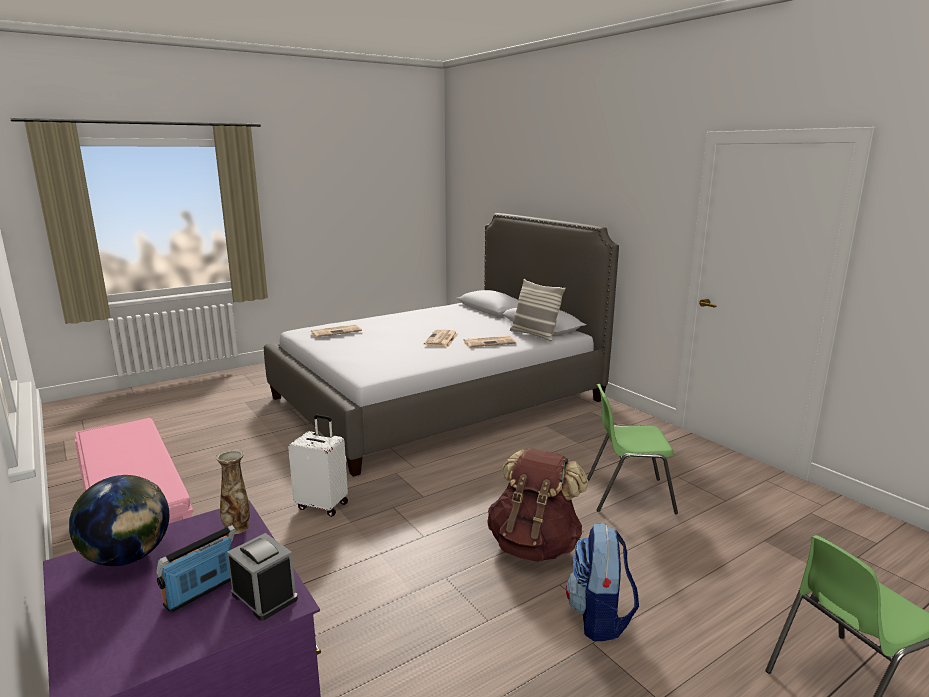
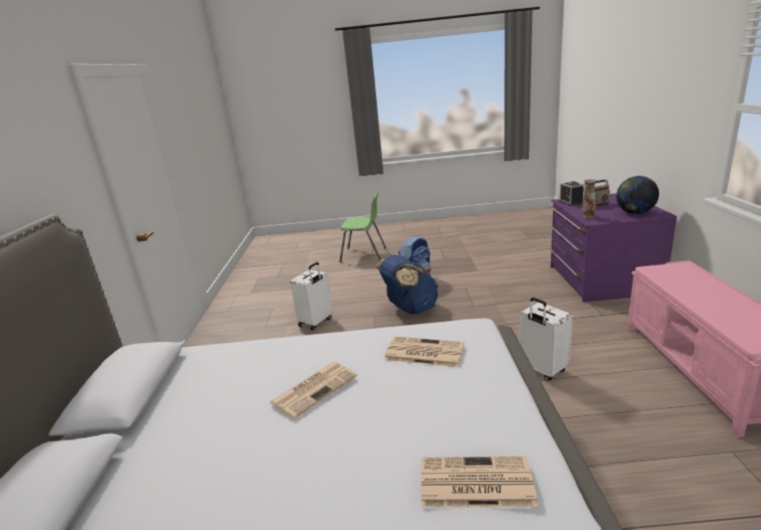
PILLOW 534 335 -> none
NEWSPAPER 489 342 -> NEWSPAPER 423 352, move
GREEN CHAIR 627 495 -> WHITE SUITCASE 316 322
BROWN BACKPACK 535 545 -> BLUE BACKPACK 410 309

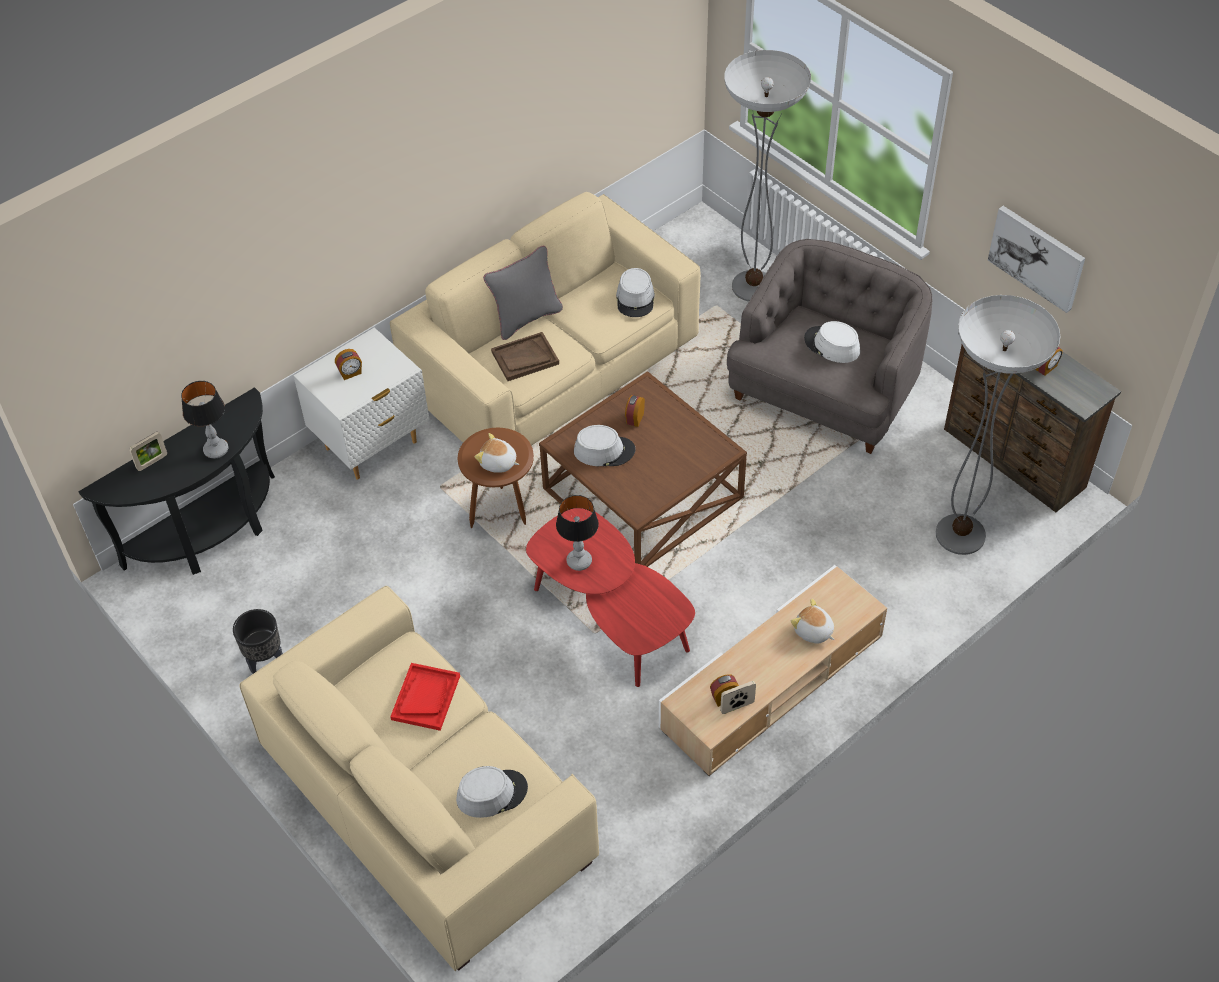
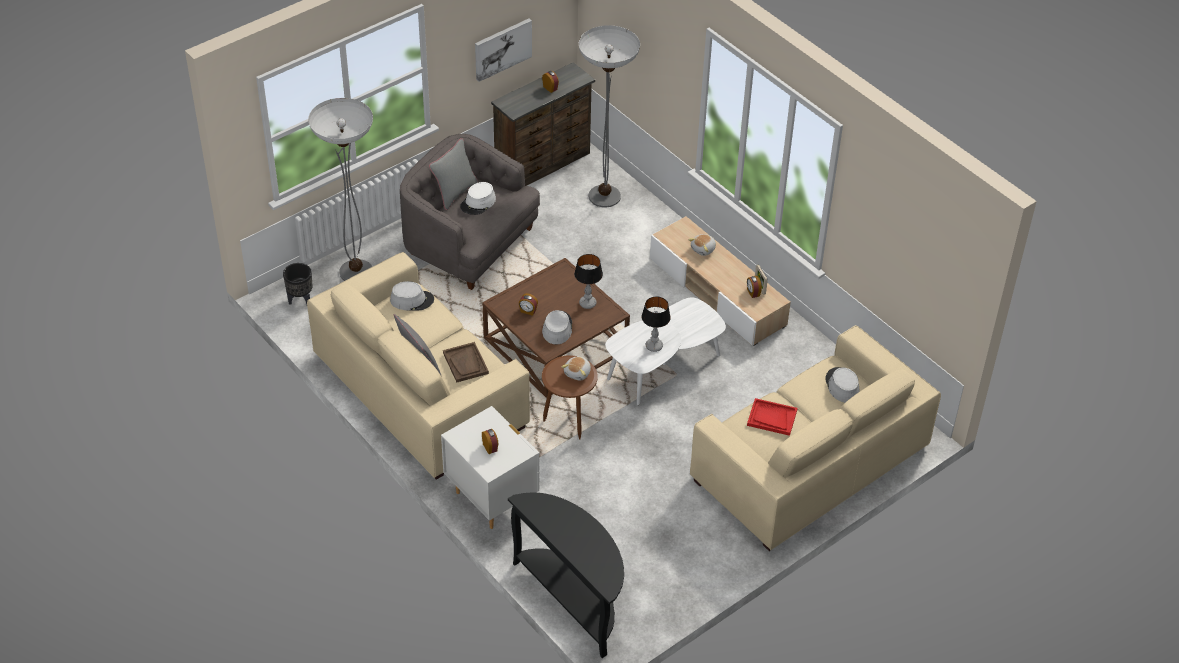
TABLE LAMP 216 449 -> TABLE LAMP 587 303, move
PICTURE FRAME 152 462 -> none
RED COFFEE TABLE 610 617 -> WHITE COFFEE TABLE 663 366
BLACK PLANTER 265 660 -> BLACK PLANTER 301 301, move
none -> GREY PILLOW 454 193

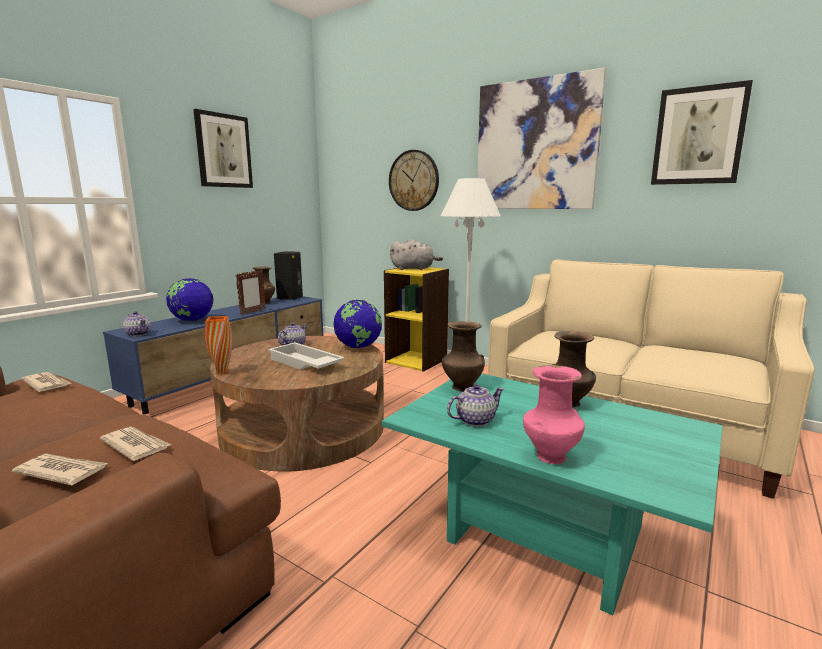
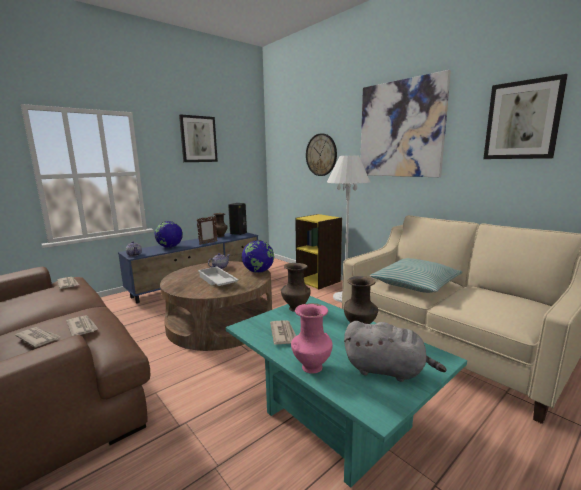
GREY PLUSH TOY 414 269 -> GREY PLUSH TOY 387 370, move
ORANGE VASE 222 372 -> none
TEAPOT 474 420 -> NEWSPAPER 283 334
none -> PILLOW 415 284

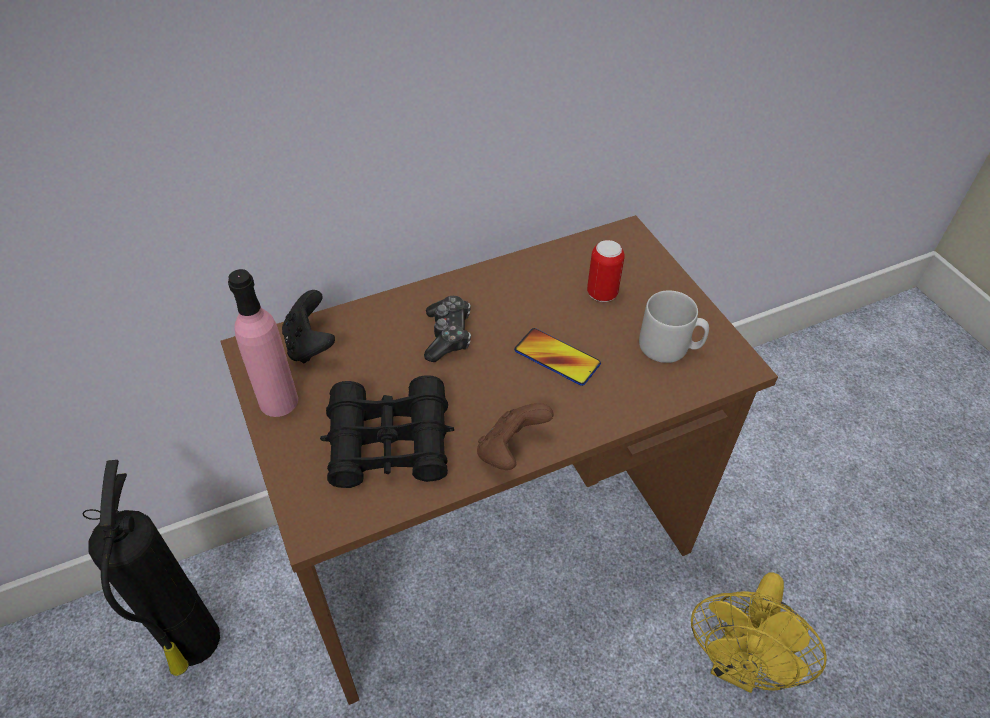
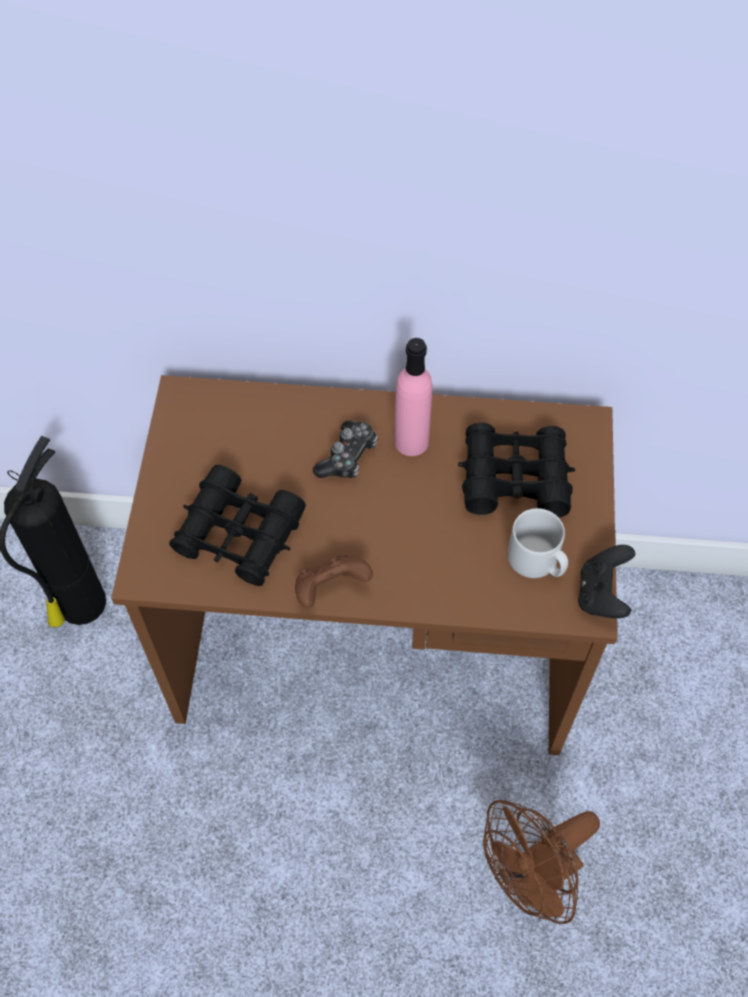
CAN 602 293 -> BLACK BINOCULARS 514 478
PINK BOTTLE 278 401 -> PINK BOTTLE 411 441, move
BLACK GAME CONTROLLER 310 345 -> BLACK GAME CONTROLLER 602 594, move
PHONE 557 358 -> none
YELLOW FAN 737 665 -> BROWN FAN 531 877

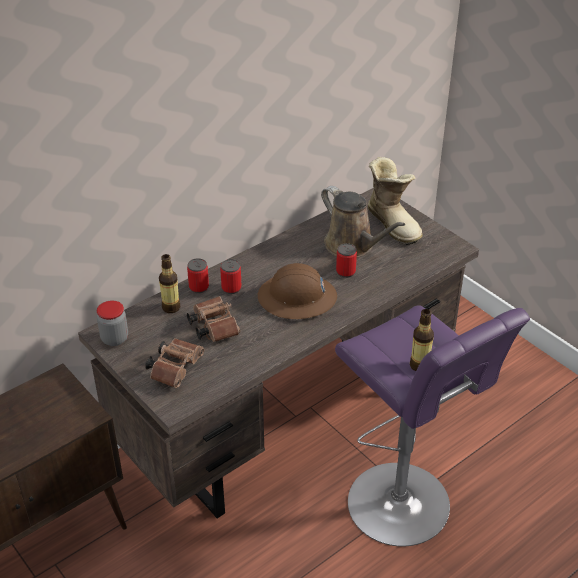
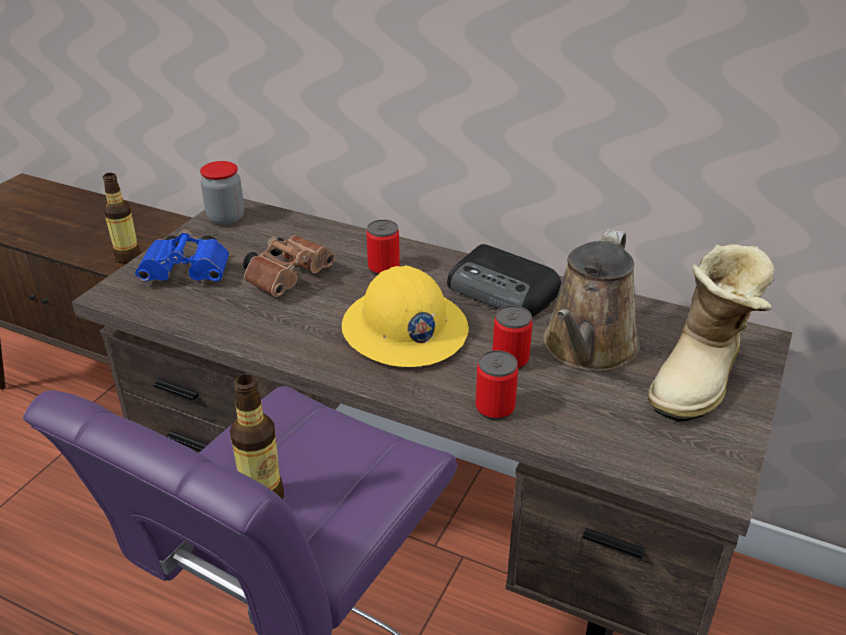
BOTTLE 171 307 -> BOTTLE 128 257, move
CAN 199 287 -> CAN 495 408, move
BROWN HARD HAT 297 298 -> YELLOW HARD HAT 404 330
BROWN BINOCULARS 176 368 -> BLUE BINOCULARS 189 274
none -> RADIO 504 290

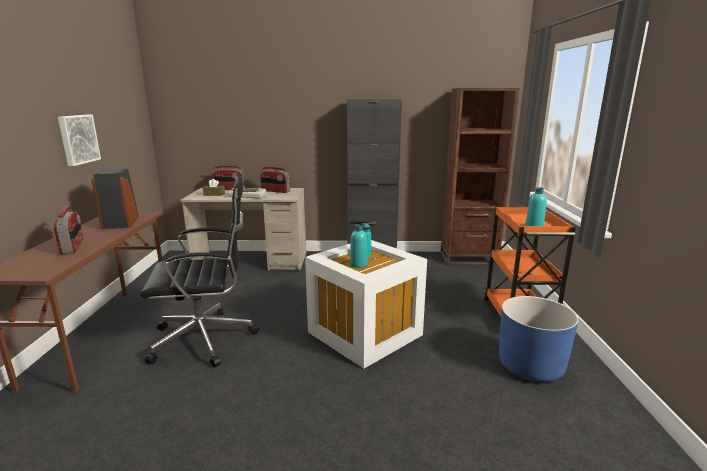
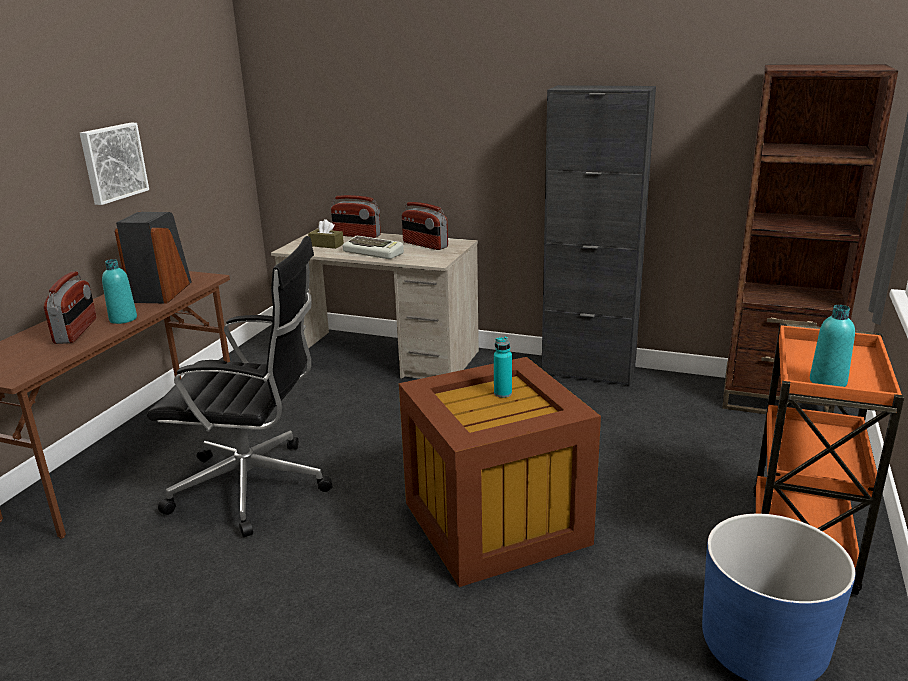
TURQUOISE BOTTLE 358 264 -> TURQUOISE BOTTLE 123 319, move
WHITE STORAGE BOX 367 333 -> BROWN STORAGE BOX 498 523

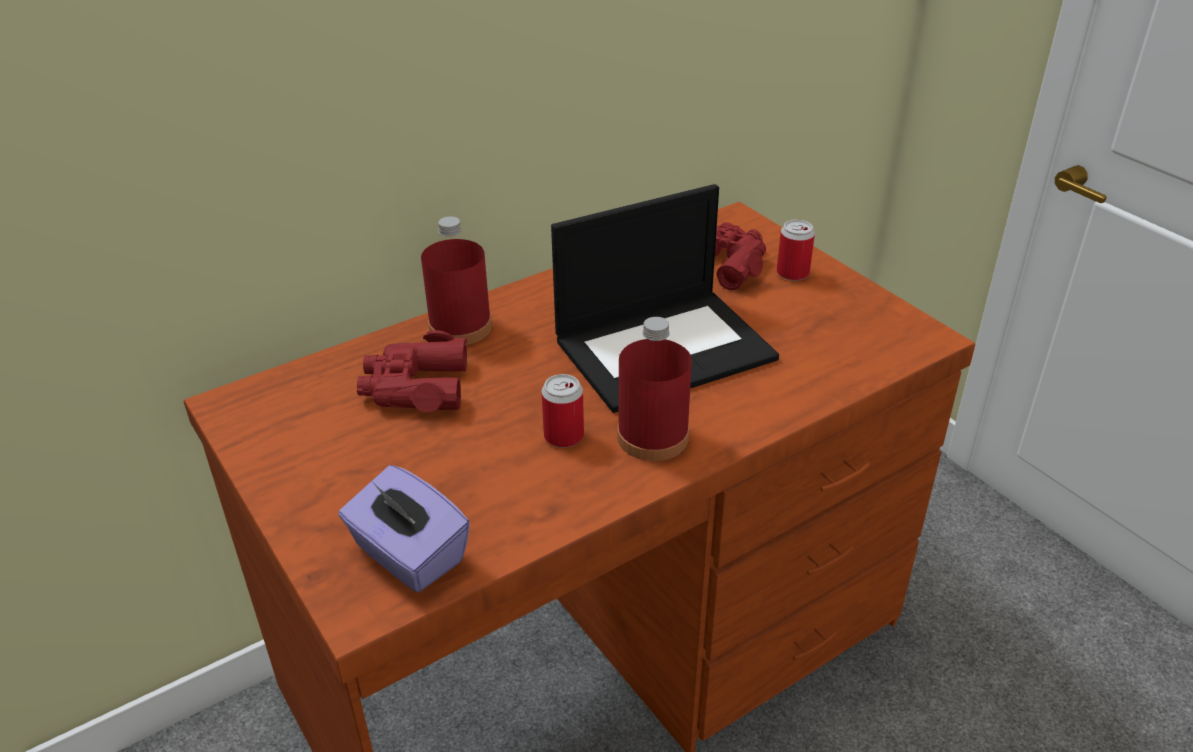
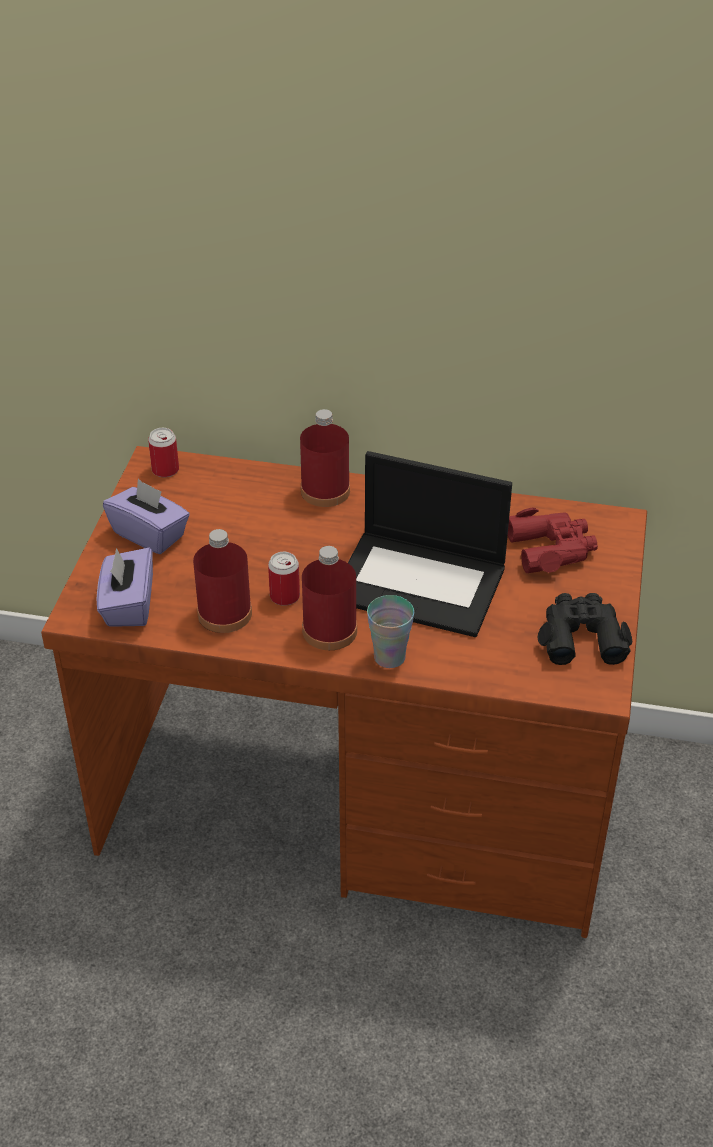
CAN 792 273 -> CAN 165 470, move
RED BINOCULARS 415 387 -> none
none -> PURPLE TISSUE BOX 149 534
none -> RED BOTTLE 224 613
none -> BLACK BINOCULARS 581 636
none -> CUP 389 657

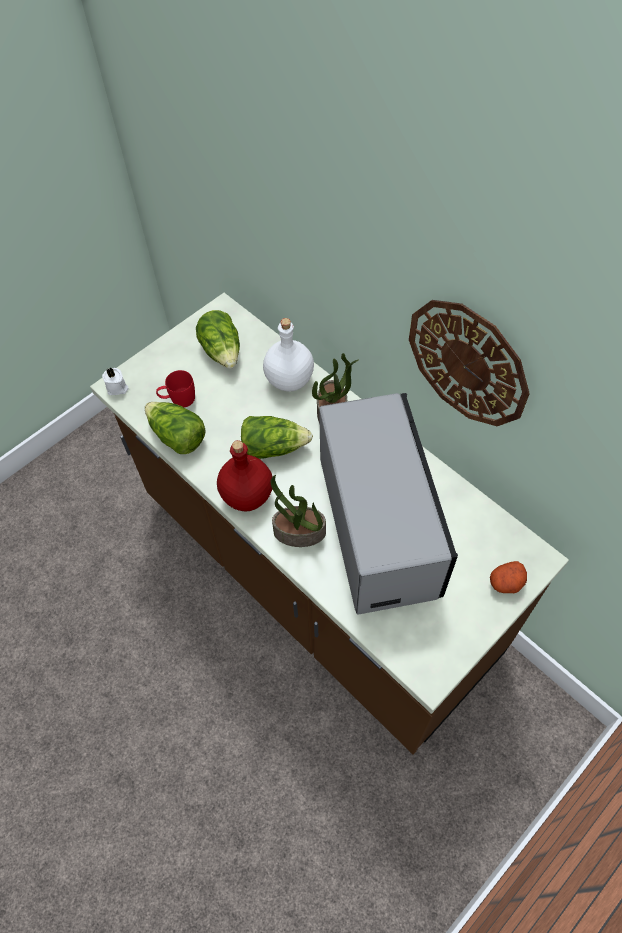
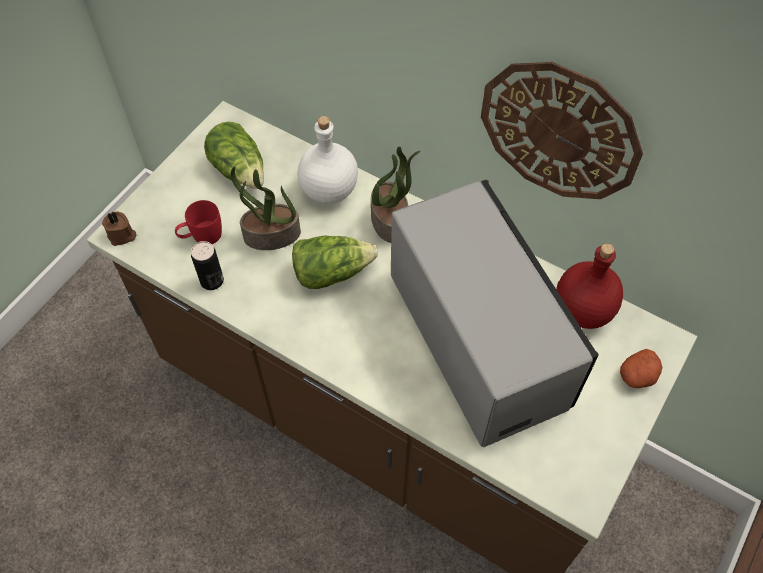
WHITE CANDLE 117 388 -> BROWN CANDLE 122 236
LETTUCE 177 436 -> CAN 212 281
RED BOTTLE 246 496 -> RED BOTTLE 581 311, move
POTTED PLANT 299 533 -> POTTED PLANT 271 236, move

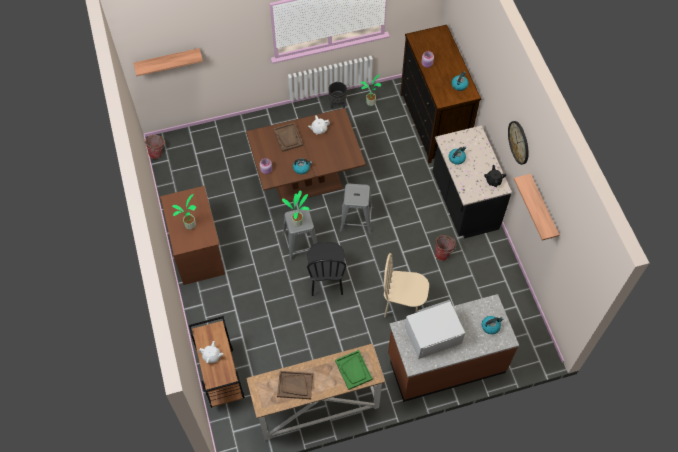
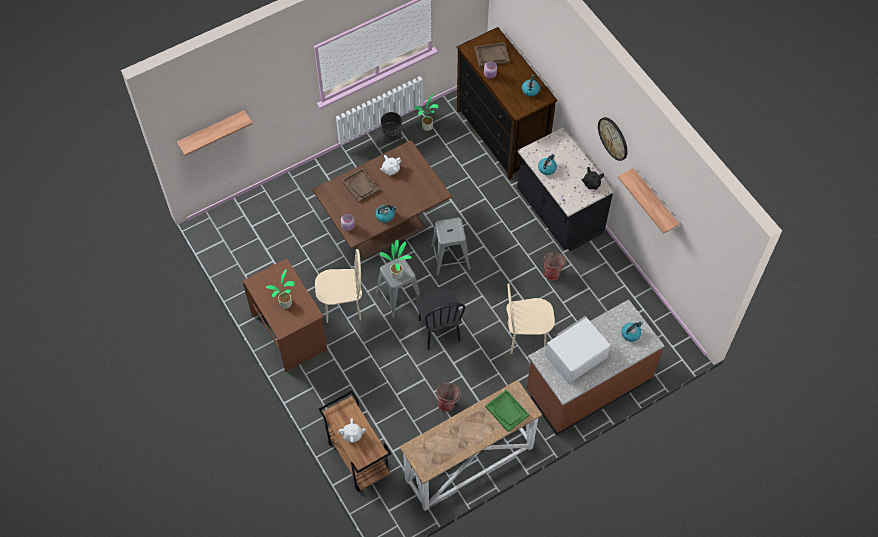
BUCKET 158 153 -> BUCKET 448 402, move
BROWN TRAY 295 385 -> BROWN TRAY 491 55, move
none -> BEIGE CHAIR 343 307

